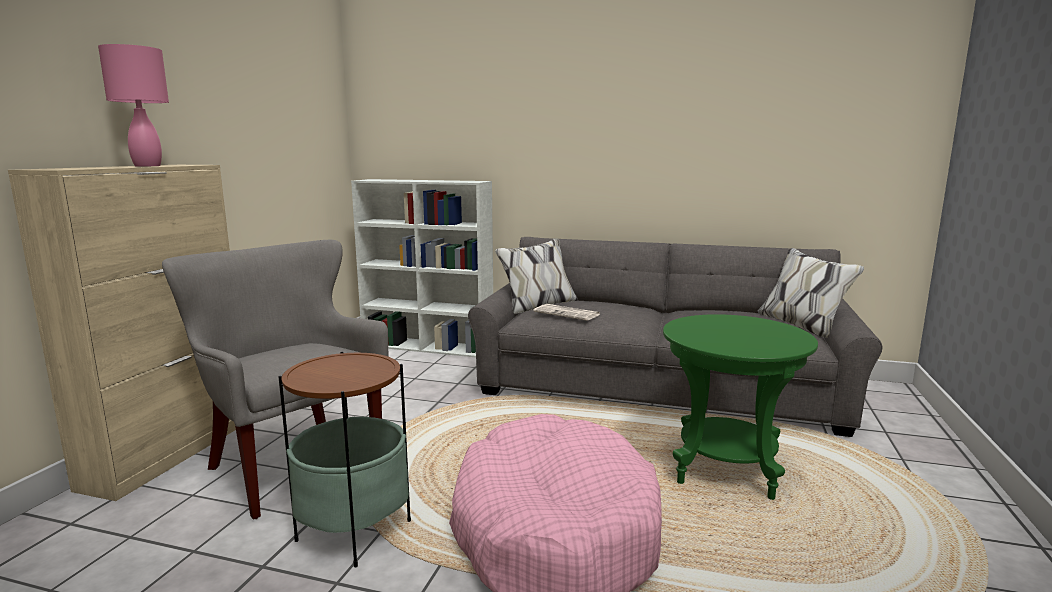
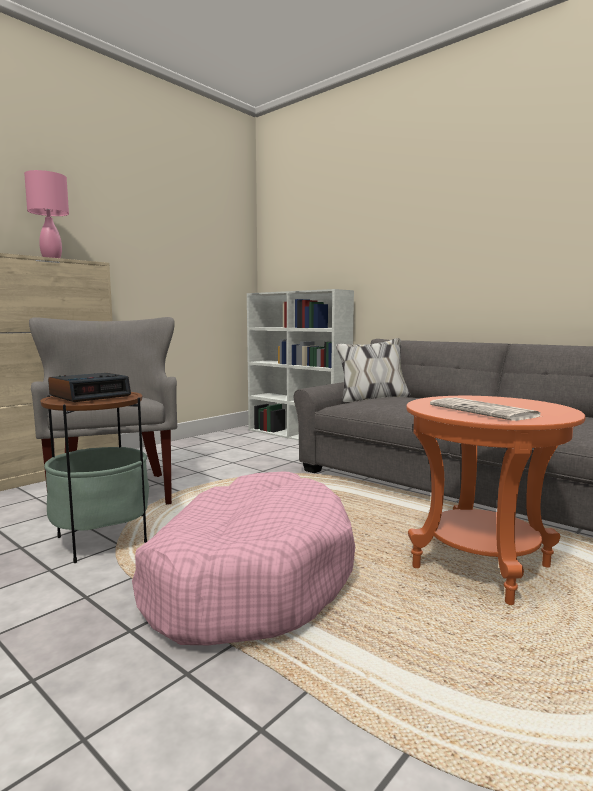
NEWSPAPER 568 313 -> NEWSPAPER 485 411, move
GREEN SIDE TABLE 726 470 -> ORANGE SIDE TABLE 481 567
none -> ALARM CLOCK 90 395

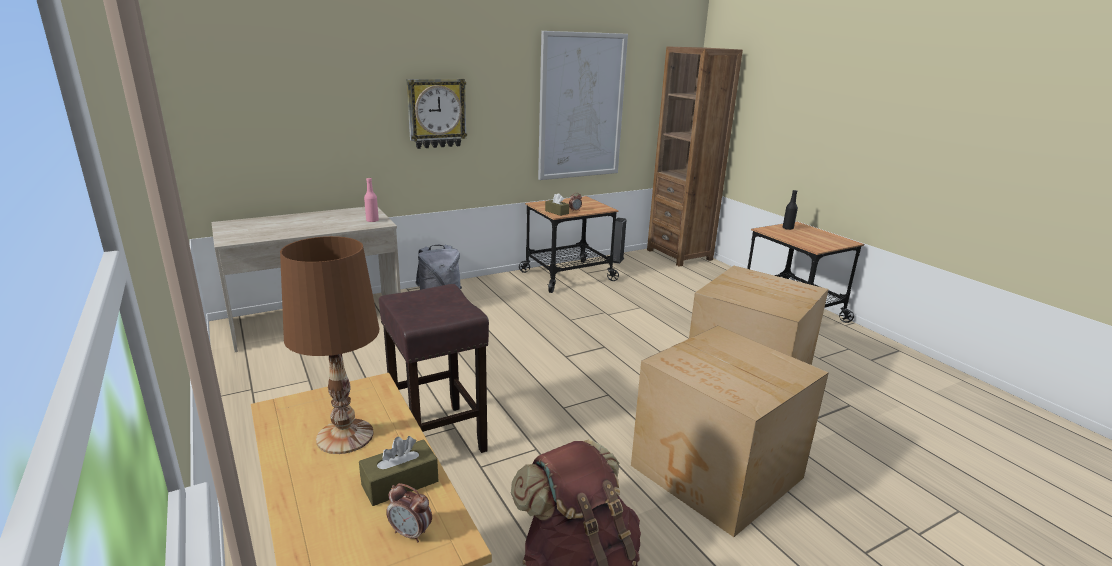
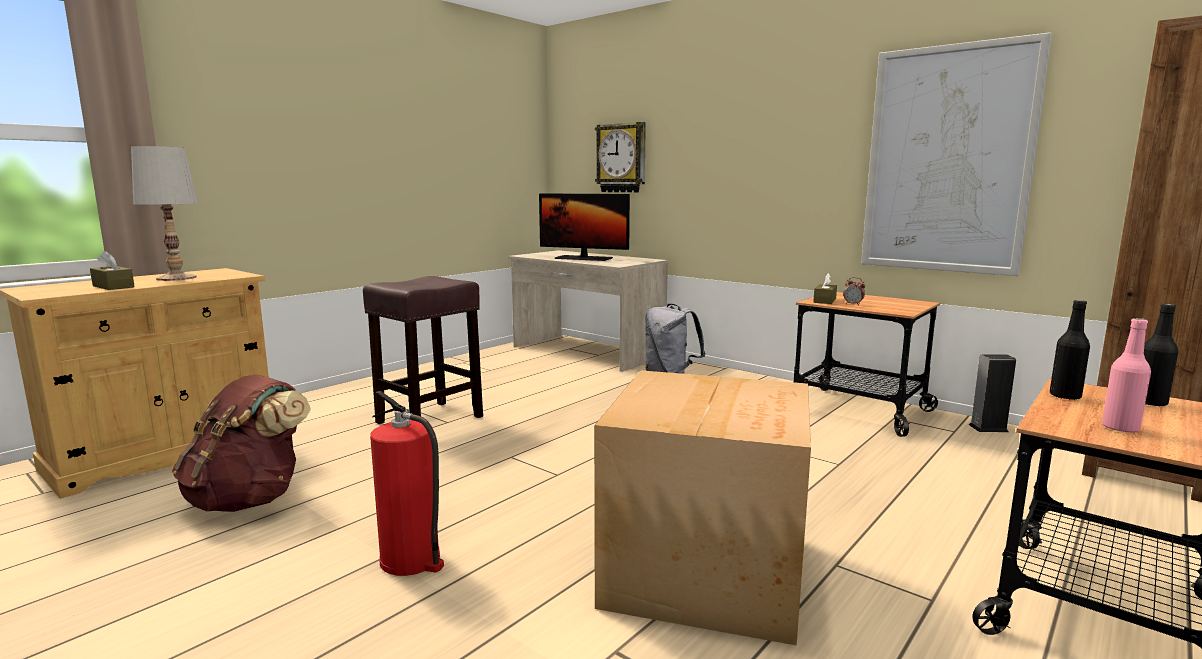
WALL CLOCK 436 113 -> WALL CLOCK 622 158, move
PINK BOTTLE 372 221 -> PINK BOTTLE 1120 428, move
BROWN TABLE LAMP 346 436 -> WHITE TABLE LAMP 176 278
CARDBOARD BOX 717 473 -> FIRE EXTINGUISHER 411 560
ALARM CLOCK 411 533 -> none
none -> MONITOR 583 258
none -> BLACK BOTTLE 1065 396

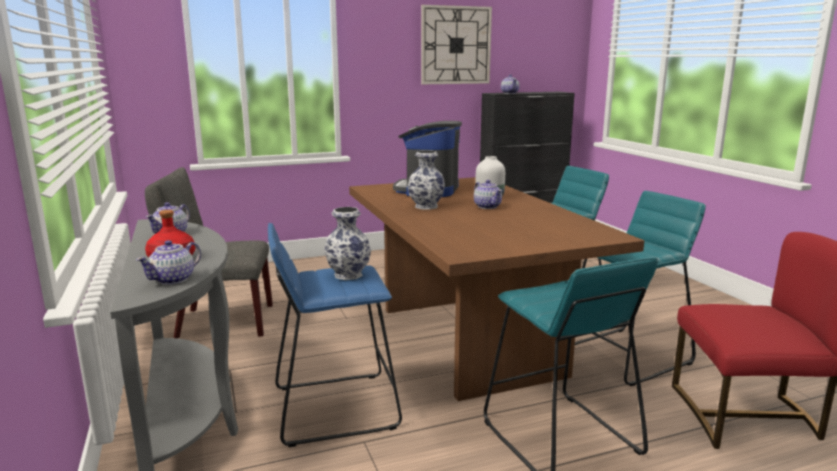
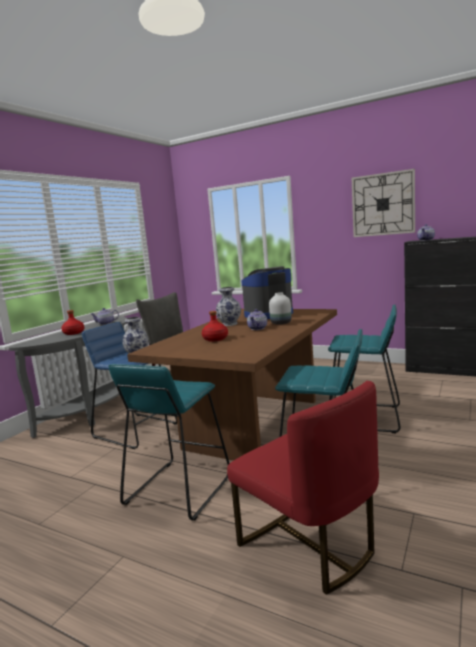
TEAPOT 173 279 -> none
none -> RED BOTTLE 215 339

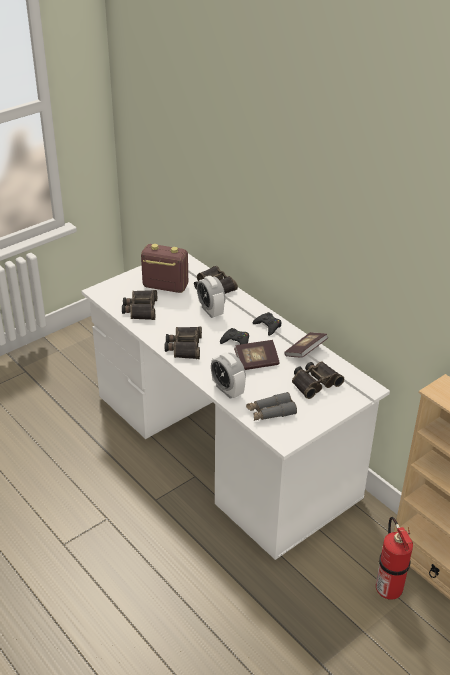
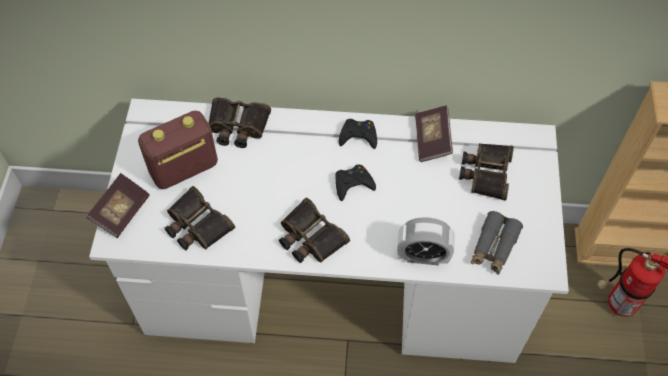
ALARM CLOCK 211 311 -> none
BOOK 256 362 -> BOOK 121 212, move

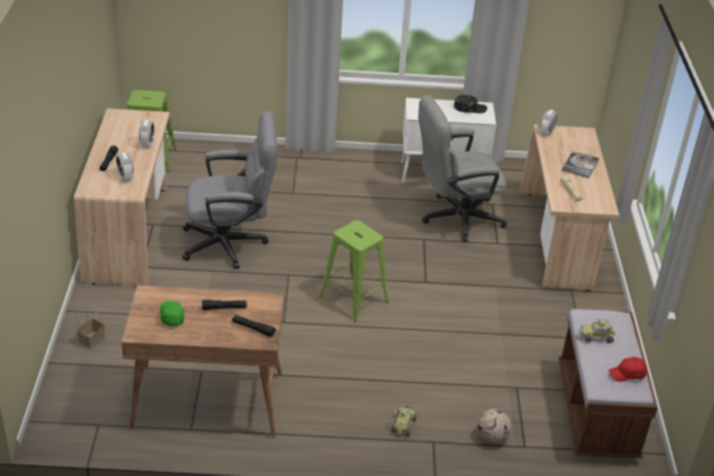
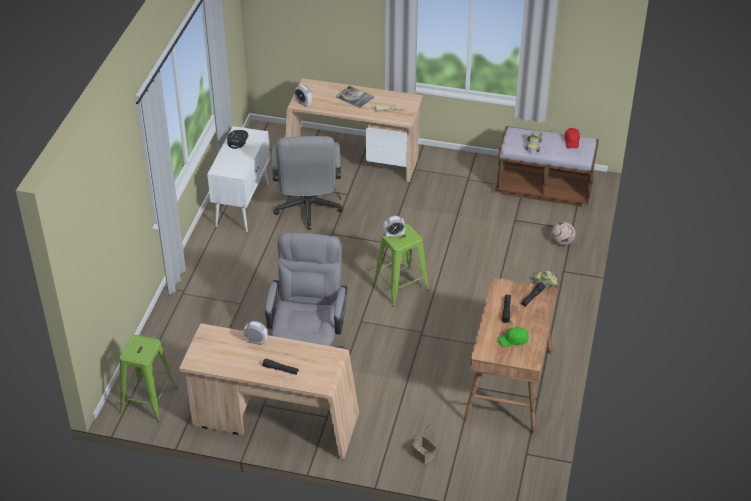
ALARM CLOCK 126 177 -> ALARM CLOCK 394 235, move

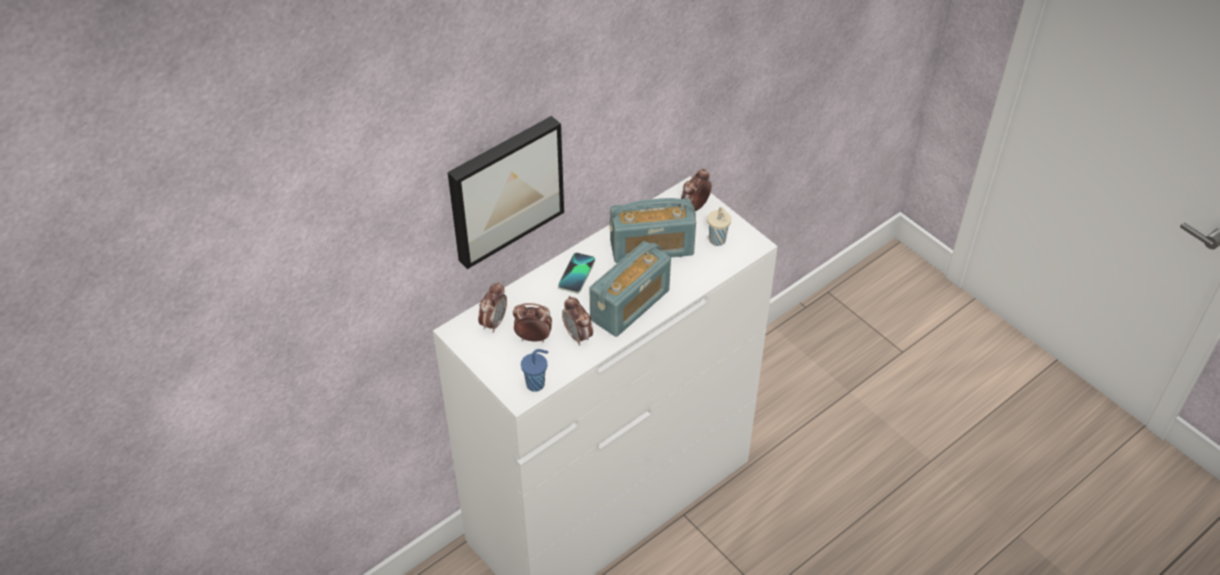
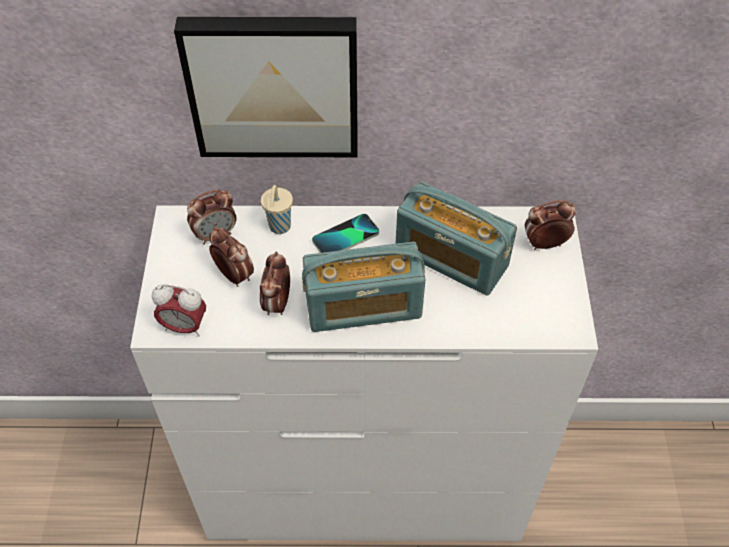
BEIGE CUP 718 241 -> BEIGE CUP 279 227, move
BLUE CUP 536 384 -> ALARM CLOCK 184 326

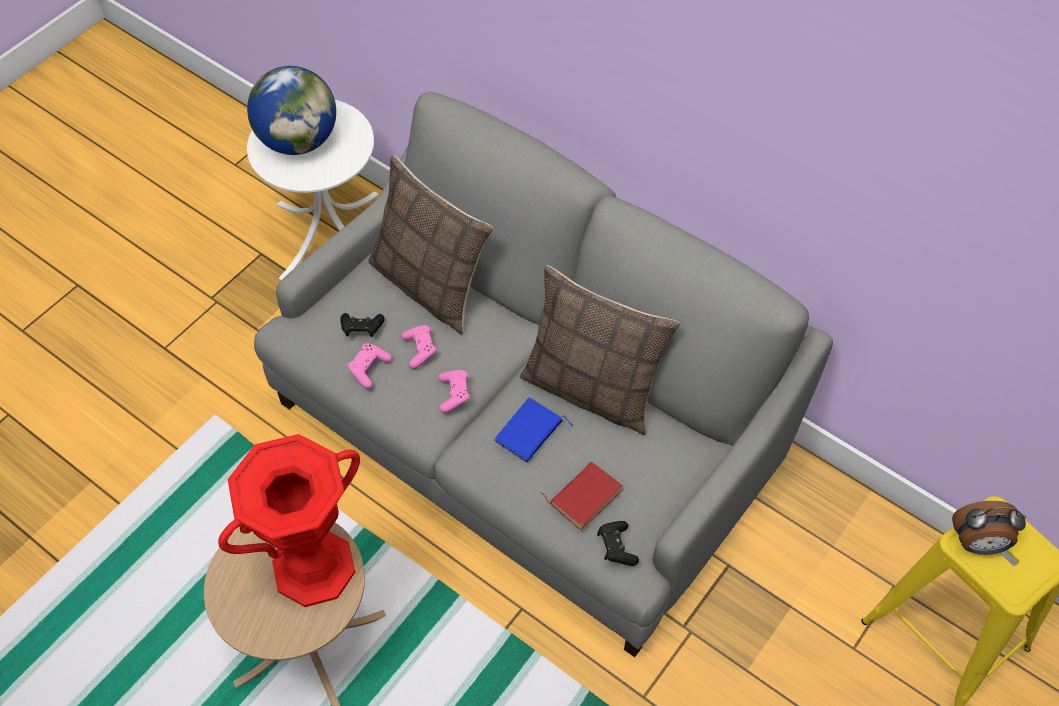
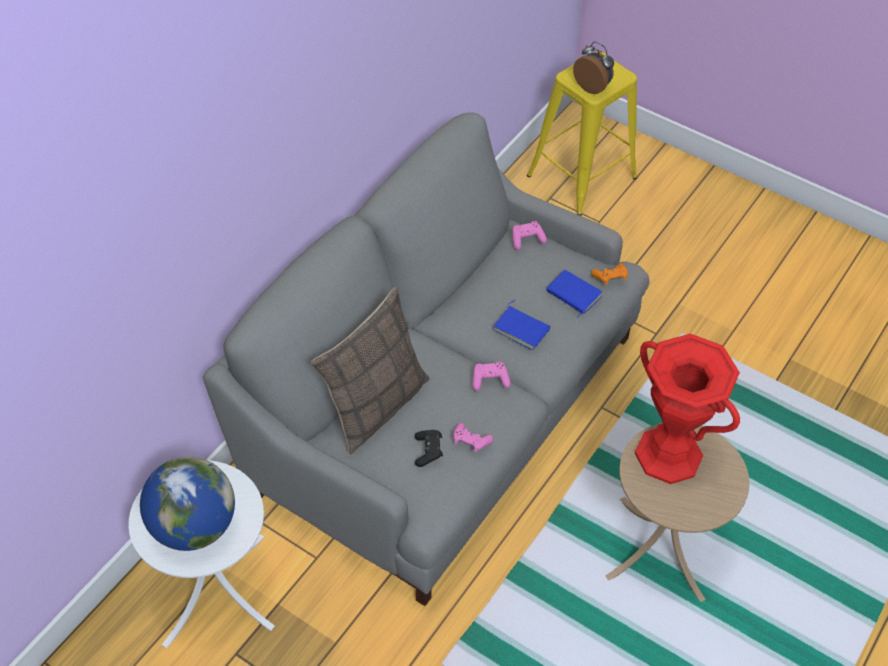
PILLOW 592 389 -> none
PINK GAME CONTROLLER 420 350 -> PINK GAME CONTROLLER 527 240, move
RED BOOK 584 495 -> BLUE BOOK 572 295
ALARM CLOCK 978 543 -> ALARM CLOCK 592 87, 45 degrees counterclockwise
BLACK GAME CONTROLLER 616 547 -> ORANGE GAME CONTROLLER 610 278

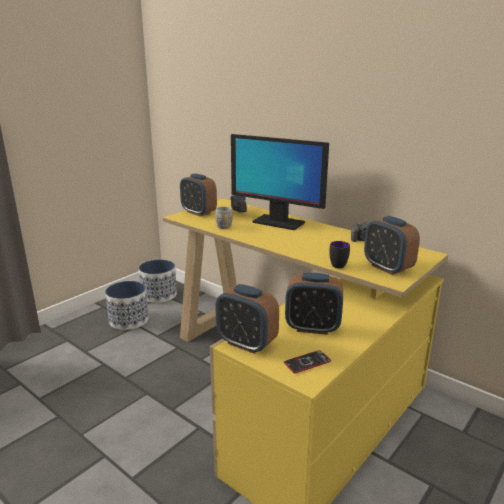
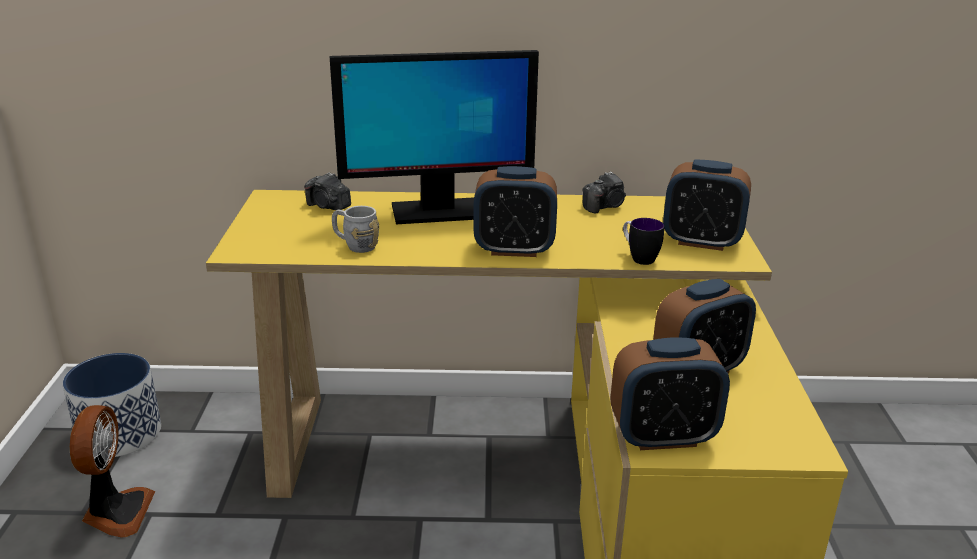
ALARM CLOCK 198 212 -> ALARM CLOCK 514 249, move
PLANTER 129 320 -> FAN 116 512
PHONE 307 362 -> none

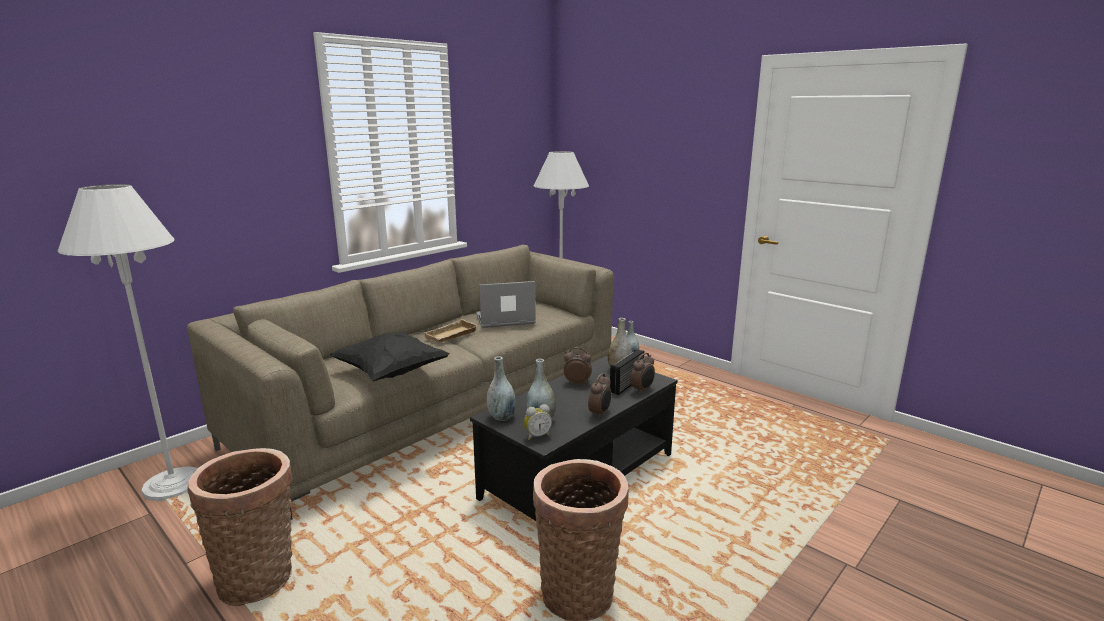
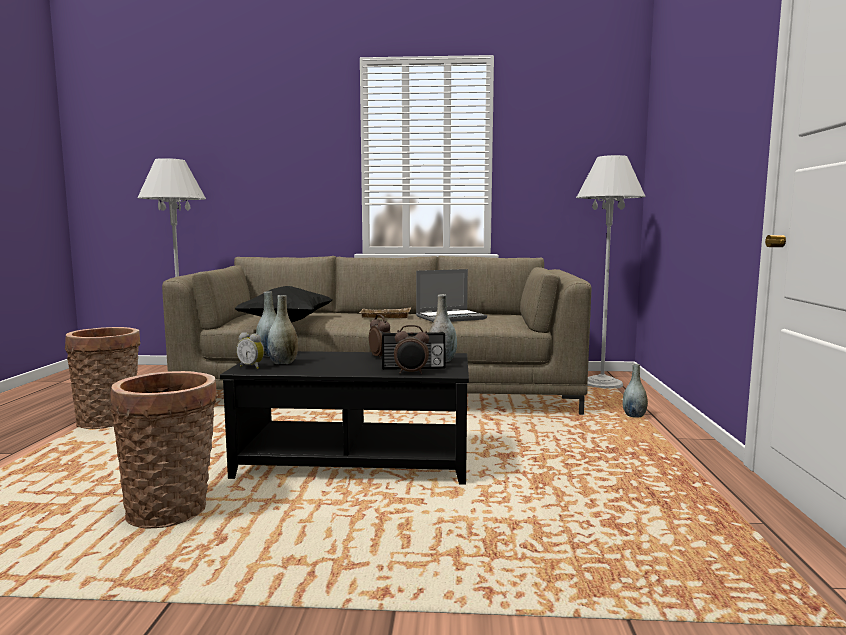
LAPTOP 504 320 -> LAPTOP 451 318, 120 degrees clockwise
ALARM CLOCK 600 413 -> none

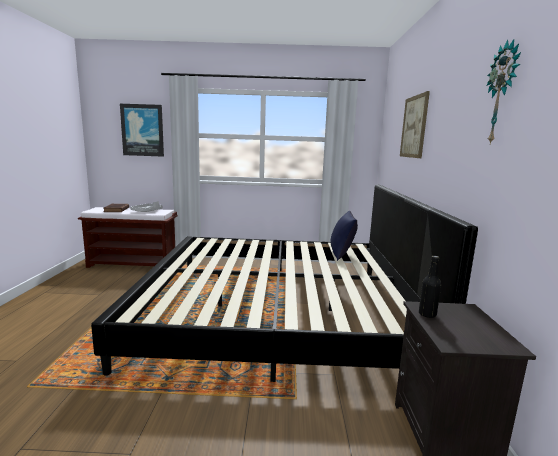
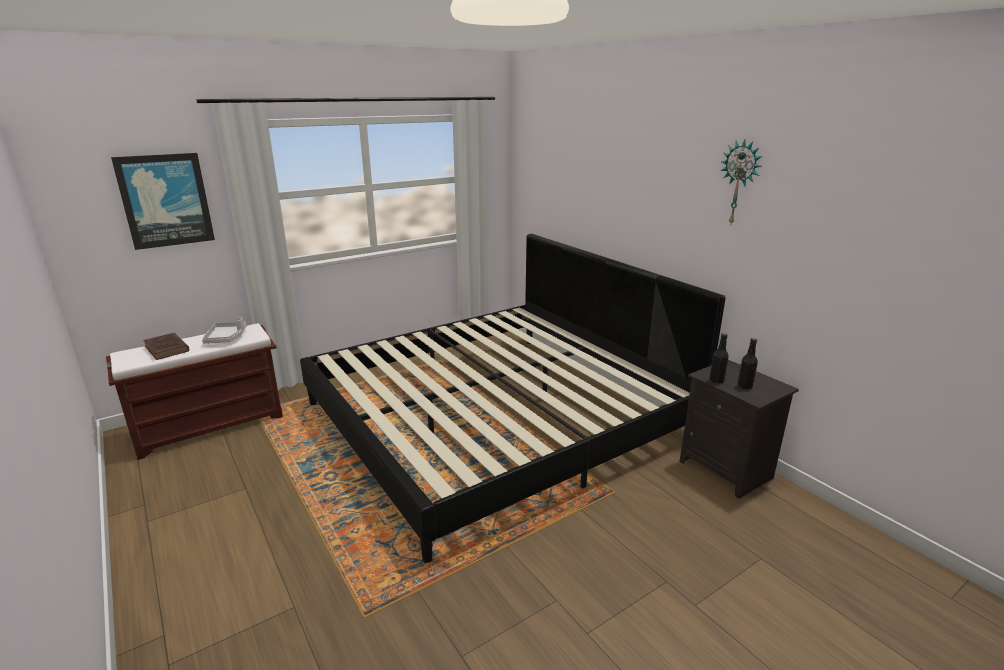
PICTURE 414 127 -> none
BLUE PILLOW 342 254 -> none
none -> BLACK BOTTLE 744 386

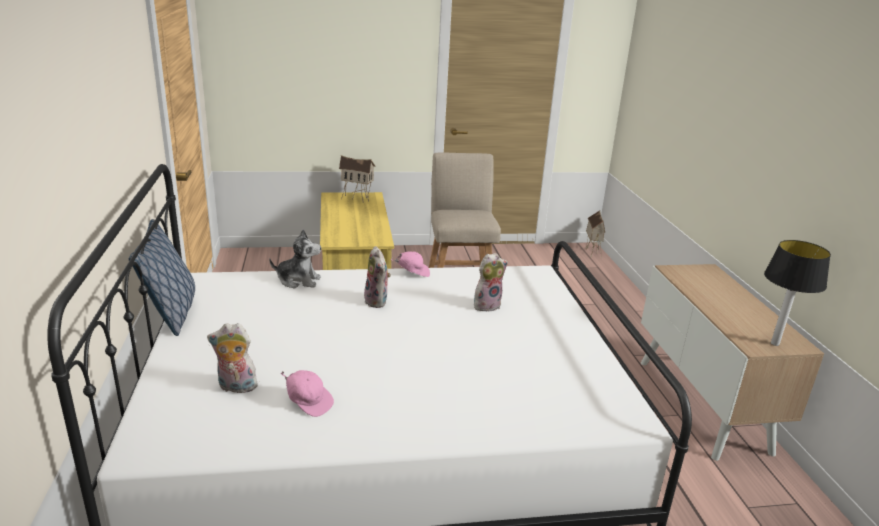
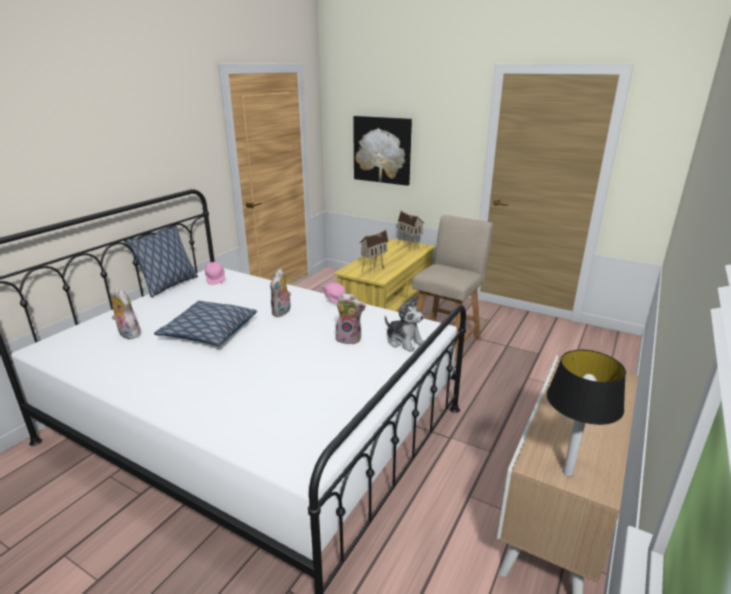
TOY HOUSE 592 252 -> TOY HOUSE 373 269, move
PLUSH TOY 298 280 -> PLUSH TOY 404 341, move
PINK CAP 308 402 -> PINK CAP 215 279, move
none -> PICTURE 382 150
none -> PILLOW 209 332

